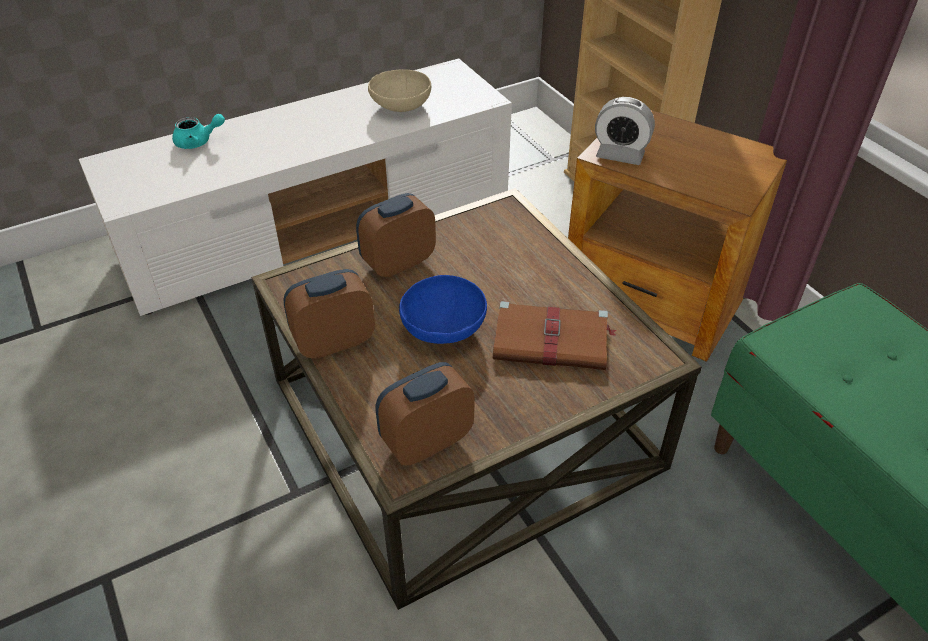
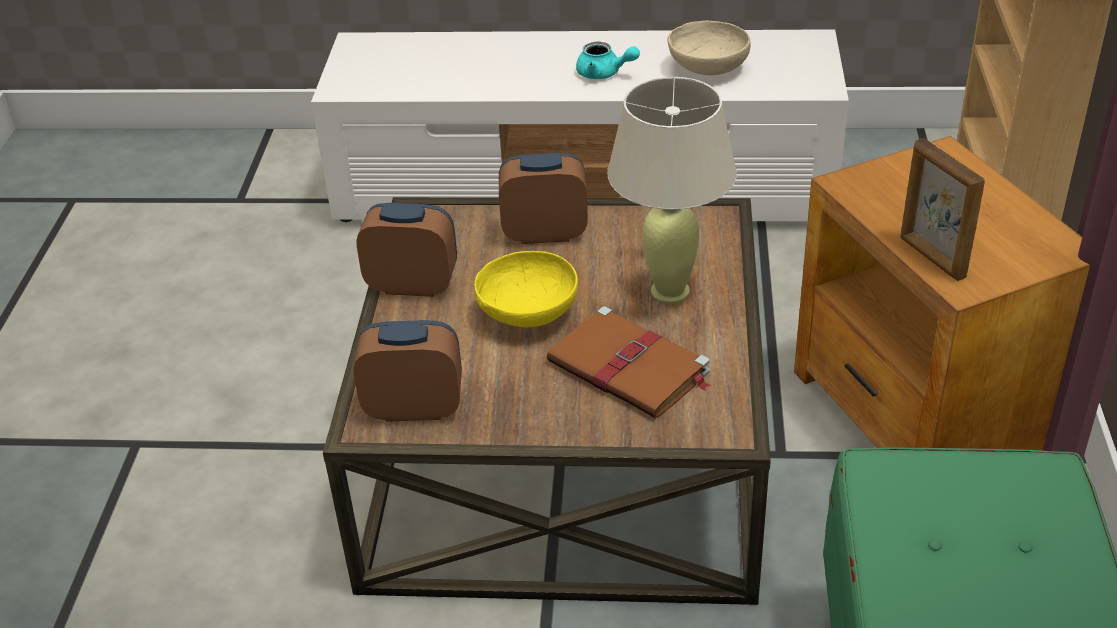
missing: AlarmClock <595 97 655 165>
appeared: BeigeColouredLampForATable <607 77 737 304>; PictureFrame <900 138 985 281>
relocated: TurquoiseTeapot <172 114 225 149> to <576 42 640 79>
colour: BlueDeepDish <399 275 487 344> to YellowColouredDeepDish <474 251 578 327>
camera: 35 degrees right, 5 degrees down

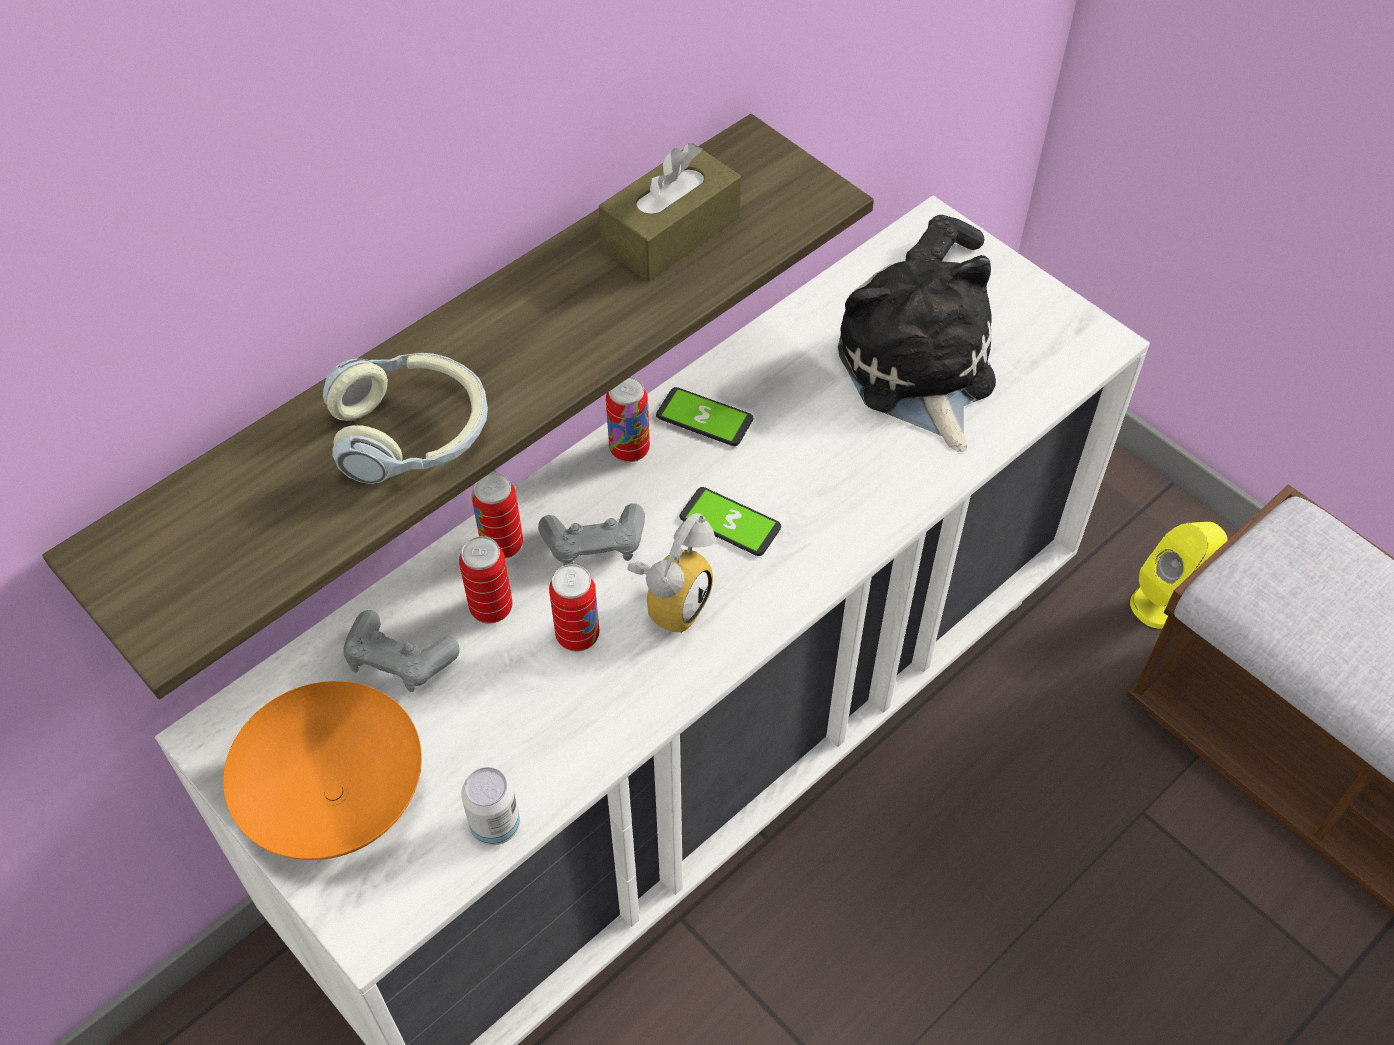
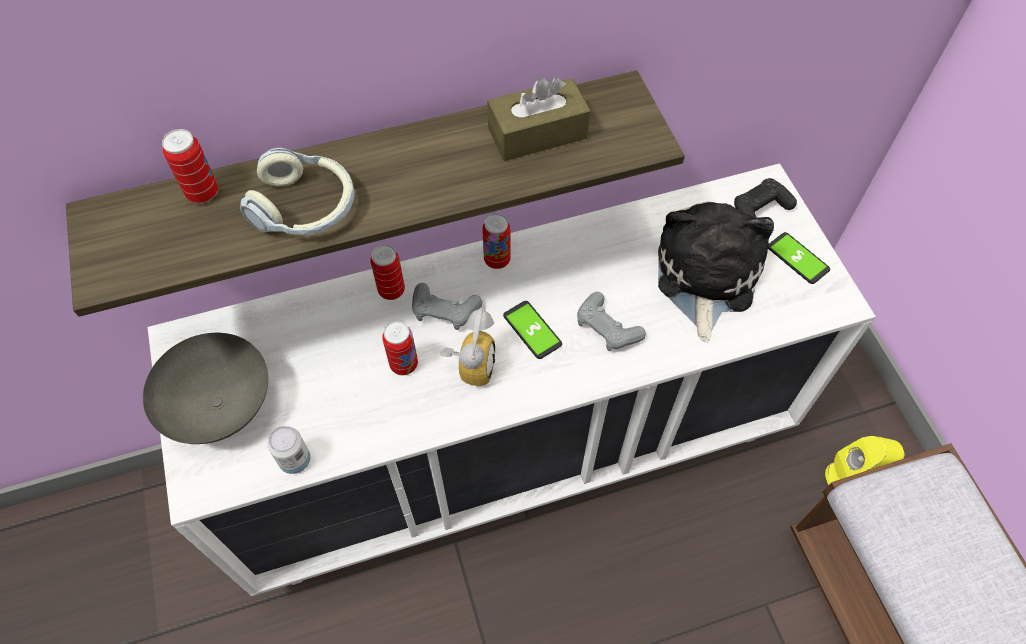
relocated: GreyJoypad <343 610 459 692> to <577 292 646 351>; SealedCan <459 536 513 623> to <162 129 218 203>; Telephone <656 387 753 446> to <768 232 830 284>
colour: OrangeyDeepDish <223 681 422 860> to GreyDeepDish <143 333 268 444>
spun: AlarmClock <627 513 716 633> = <440 308 495 386> 45 degrees counterclockwise
camera: 25 degrees right, 5 degrees up

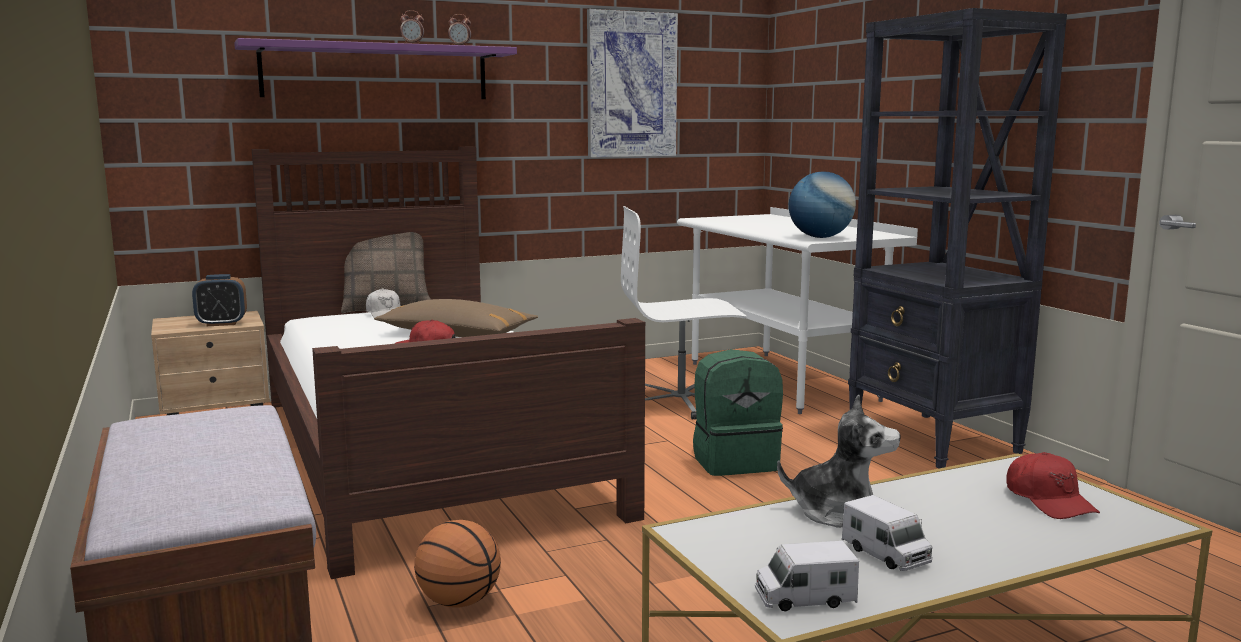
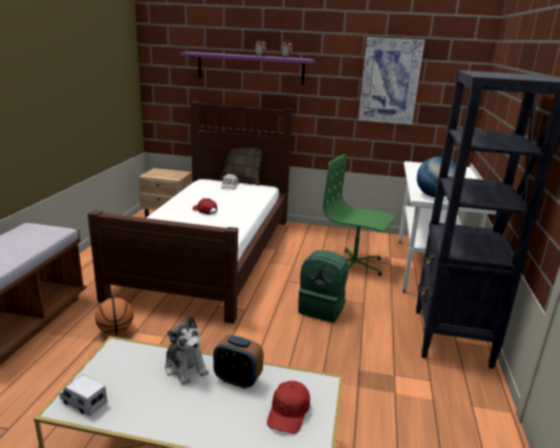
missing: BrownCushion <374 299 538 337>; ModelTruck <842 495 932 571>
relocated: AlarmClock <192 274 247 326> to <213 335 264 389>
colour: WhiteDeskChair <621 206 747 420> to GreenishDeskChair <323 154 395 276>
camera: 35 degrees right, 10 degrees up

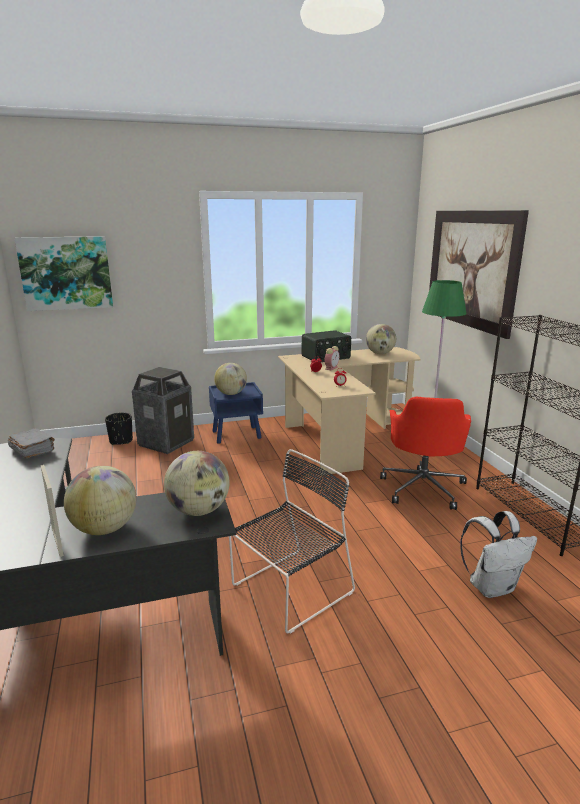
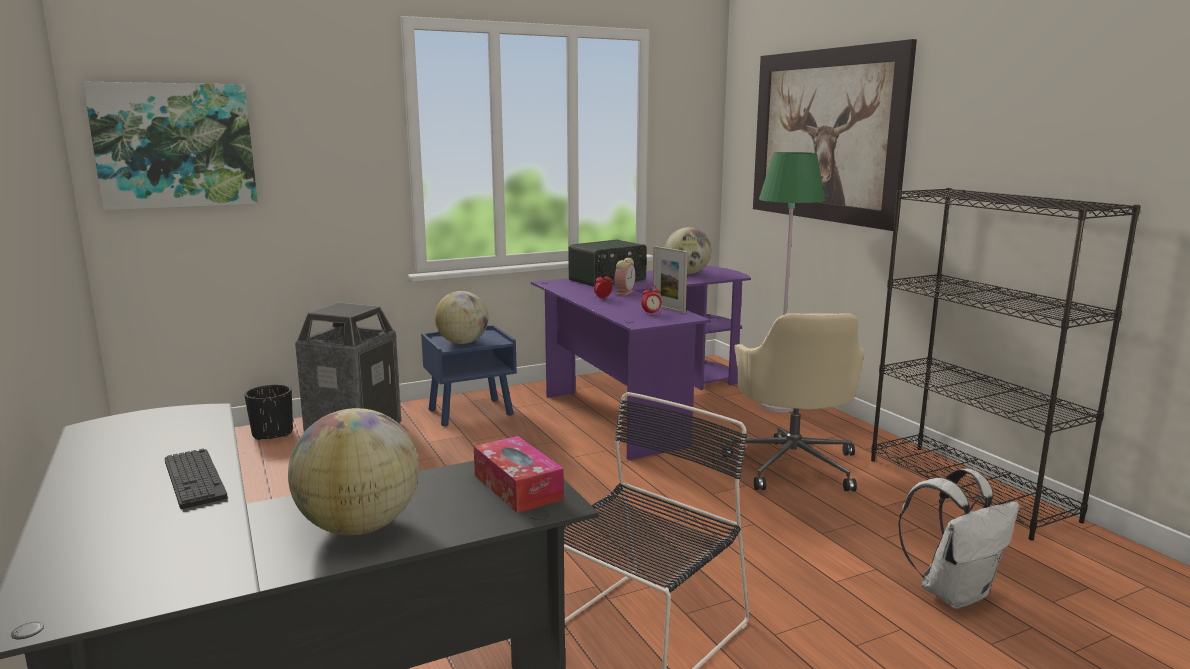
missing: GreyVolume <8 428 55 458>
appeared: PcKeyboard <165 448 228 509>
relocated: PictureFrame <41 465 64 557> to <653 246 688 313>
exchanged: Globe <164 451 229 516> to TissueHolder <474 436 564 513>
colour: BeigeColouredDesk <278 347 420 475> to PurpleColouredDesk <531 265 751 460>; ReddishDeskChair <380 397 471 510> to BeigeColouredDeskChair <722 313 865 491>
camera: 10 degrees left, 5 degrees down

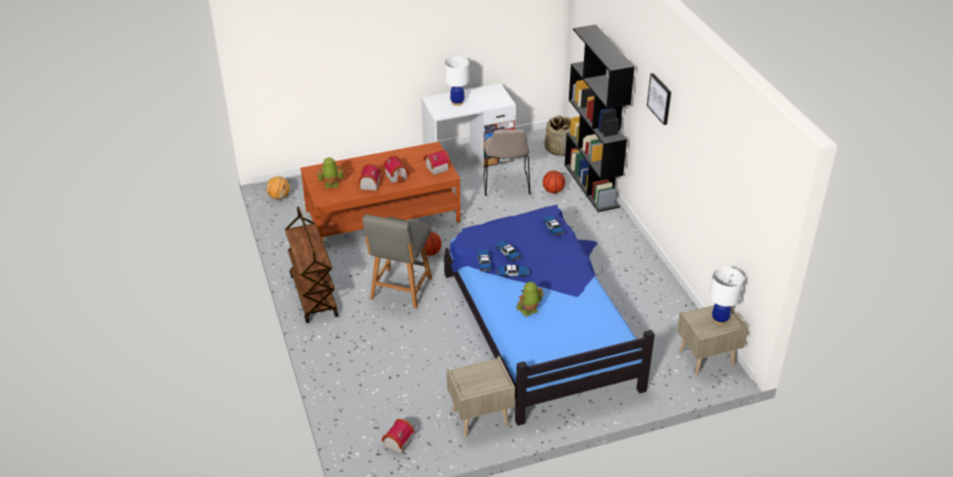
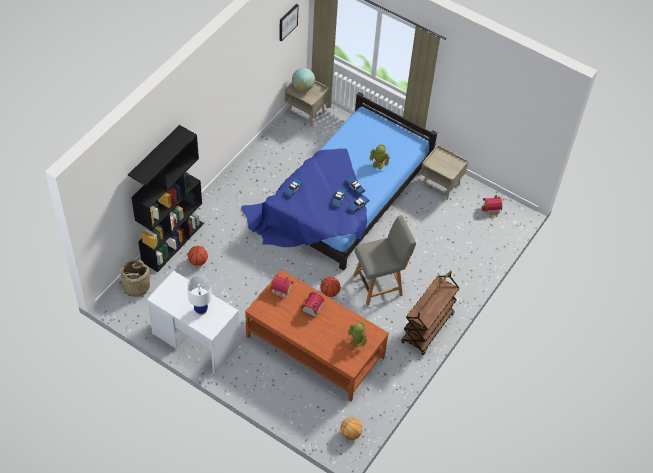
missing: ModelHouse <356 164 381 191>; BeigeColouredUprightChair <483 130 530 196>
relocated: WallPicture <647 73 671 125> to <279 4 298 42>
exchanged: WhiteLampForATable <709 267 744 325> to Globe <292 68 315 91>
camera: 130 degrees left, 15 degrees up

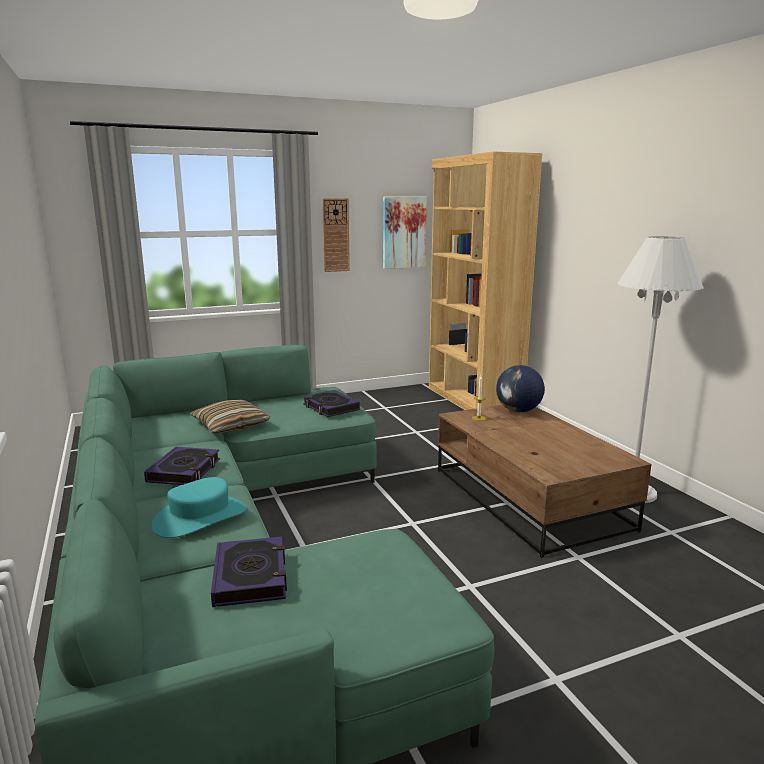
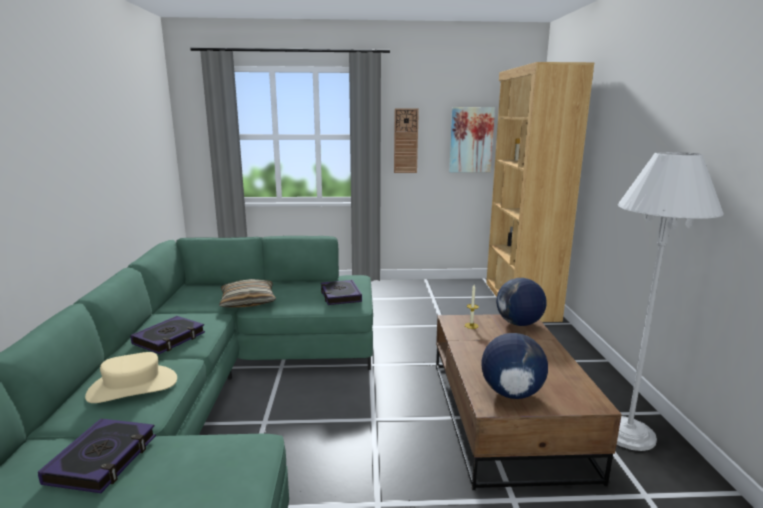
appeared: Globe <481 333 548 399>
colour: TurquoiseWearableHat <152 477 246 538> to BeigeColouredWearableHat <85 352 177 403>
camera: 20 degrees right, 0 degrees up

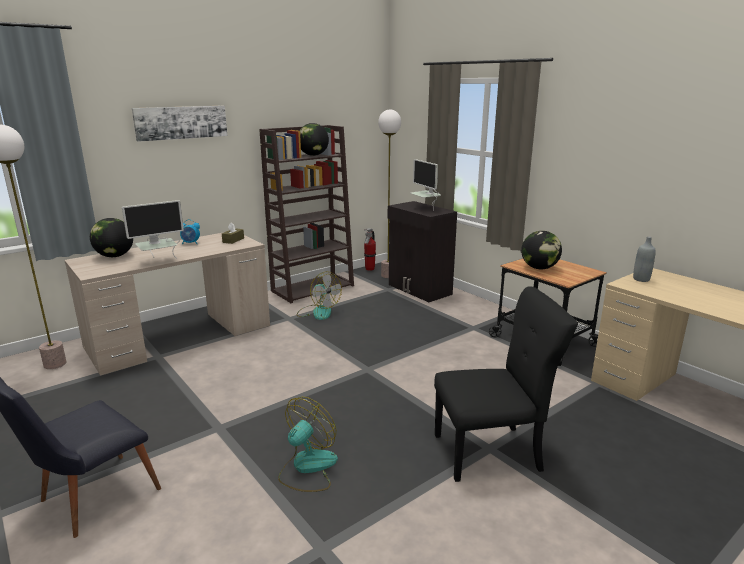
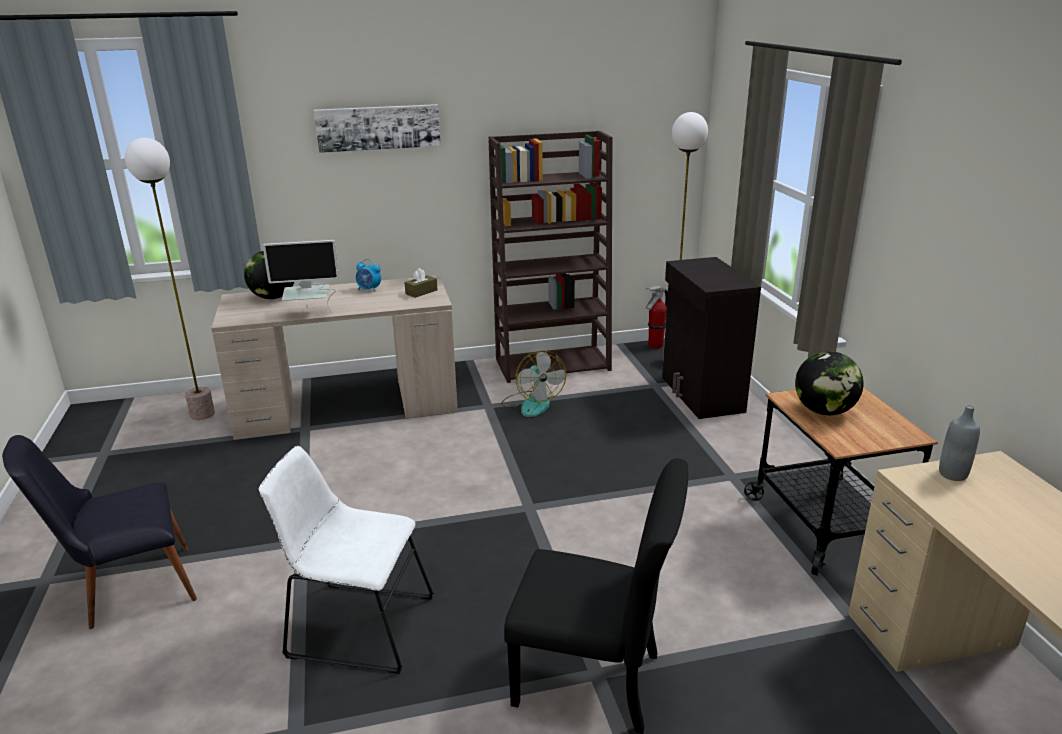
missing: Globe <300 123 329 156>; ComputerDisplay <411 159 441 208>
exchanged: Fan <278 397 338 492> to WhiteUprightChair <259 446 434 674>
camera: 25 degrees right, 5 degrees up

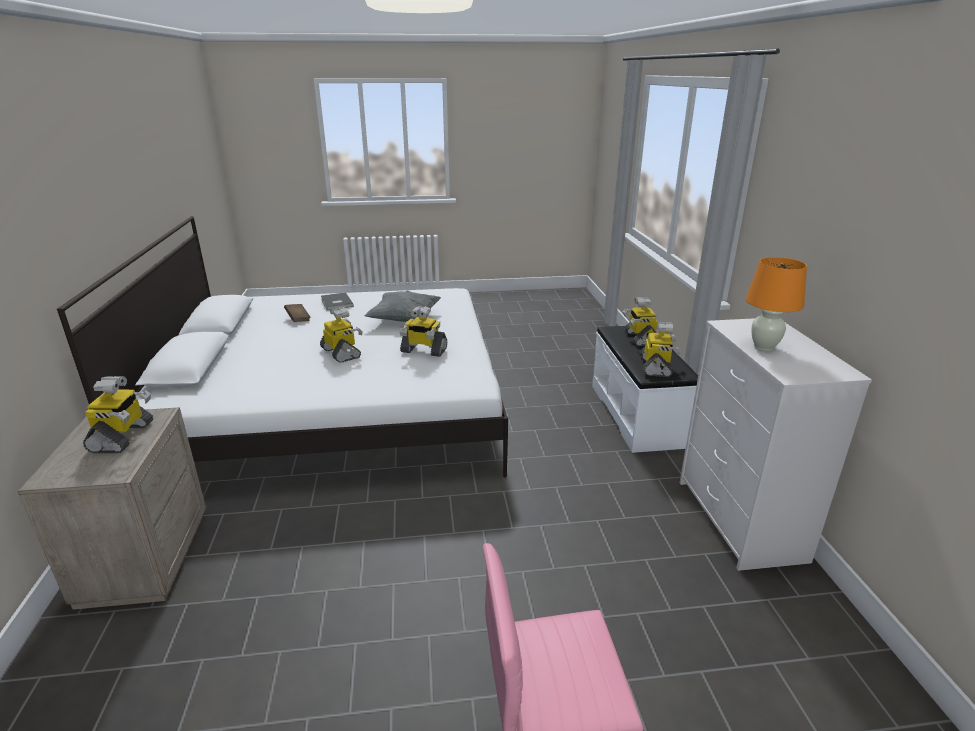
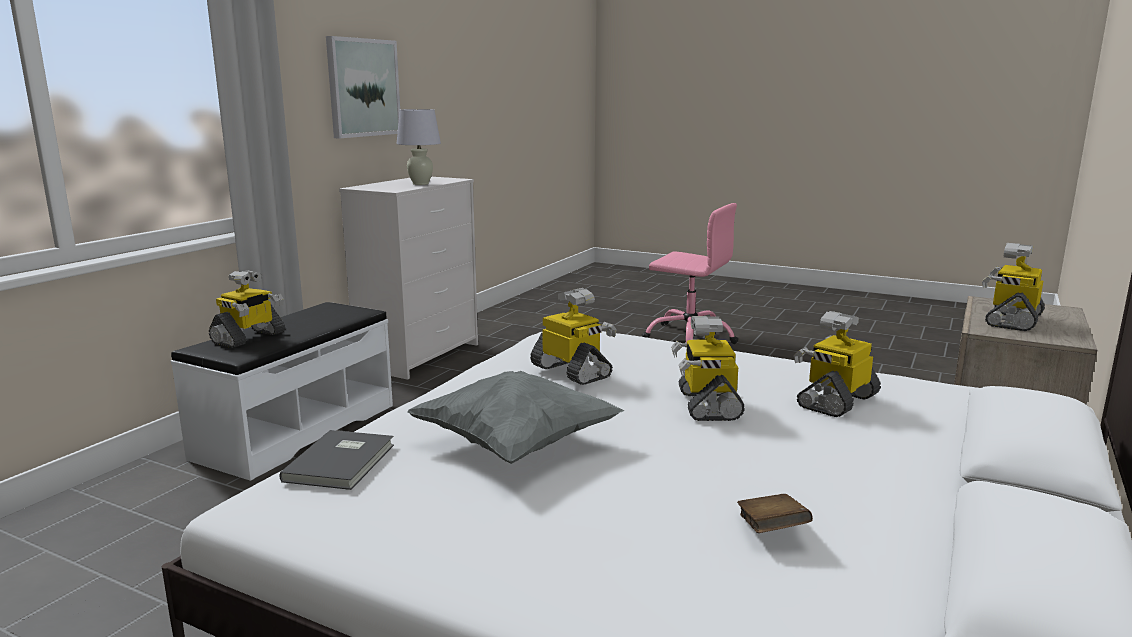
appeared: WallPicture <326 36 400 138>
relocated: GreyVolume <321 292 354 311> to <279 430 394 490>; RobotFigure <641 322 681 377> to <794 311 881 417>
colour: OrangeyLampForATable <746 257 807 351> to WhiteLampForATable <397 109 441 185>
camera: 145 degrees left, 10 degrees down

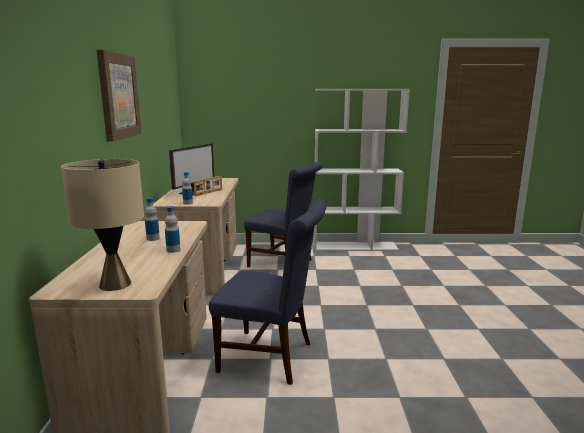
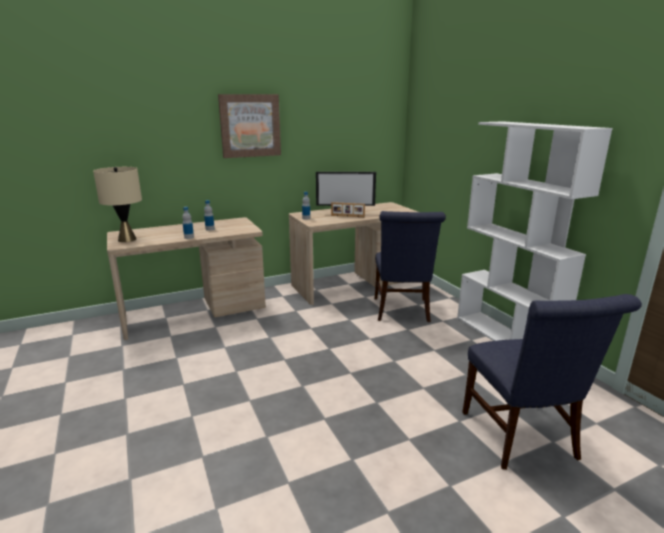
relocated: BlueUprightChair <209 199 327 385> to <462 294 642 470>
camera: 65 degrees right, 5 degrees up

